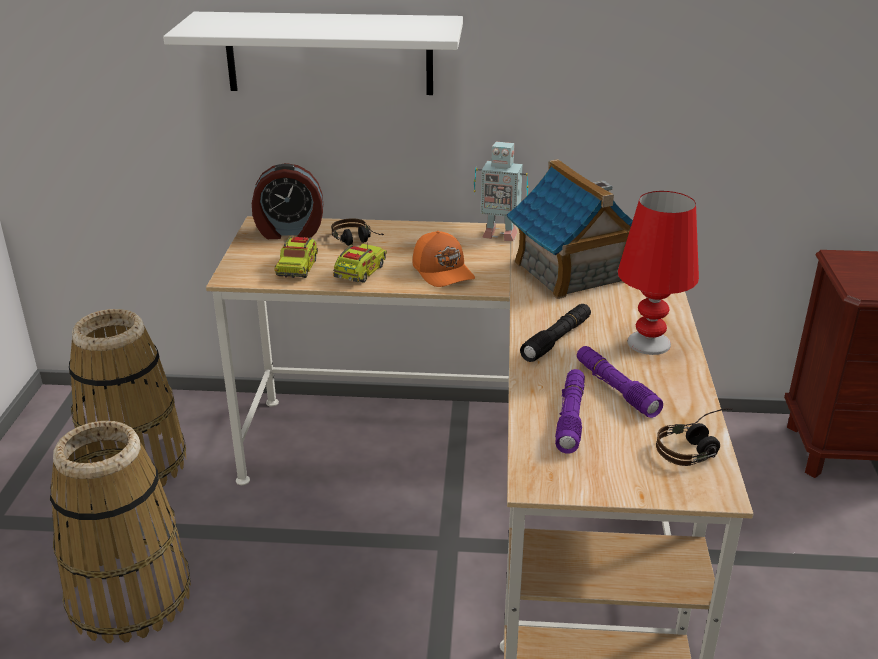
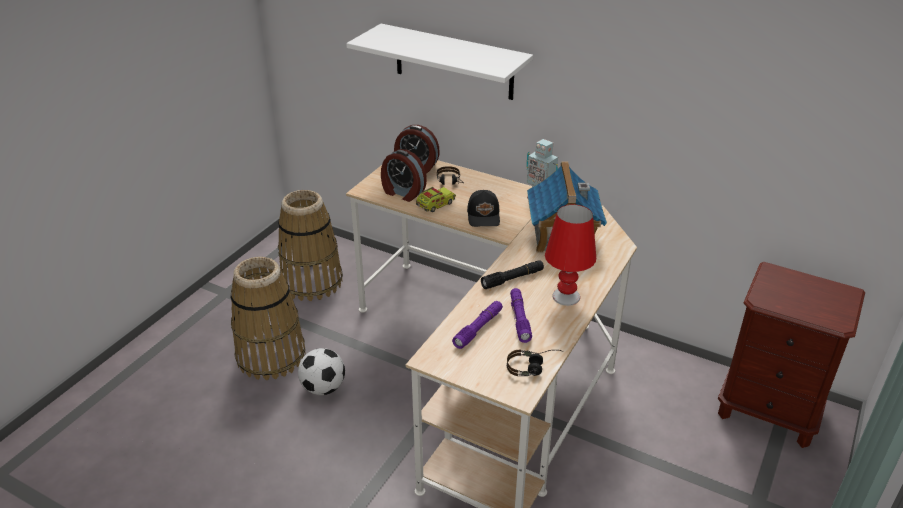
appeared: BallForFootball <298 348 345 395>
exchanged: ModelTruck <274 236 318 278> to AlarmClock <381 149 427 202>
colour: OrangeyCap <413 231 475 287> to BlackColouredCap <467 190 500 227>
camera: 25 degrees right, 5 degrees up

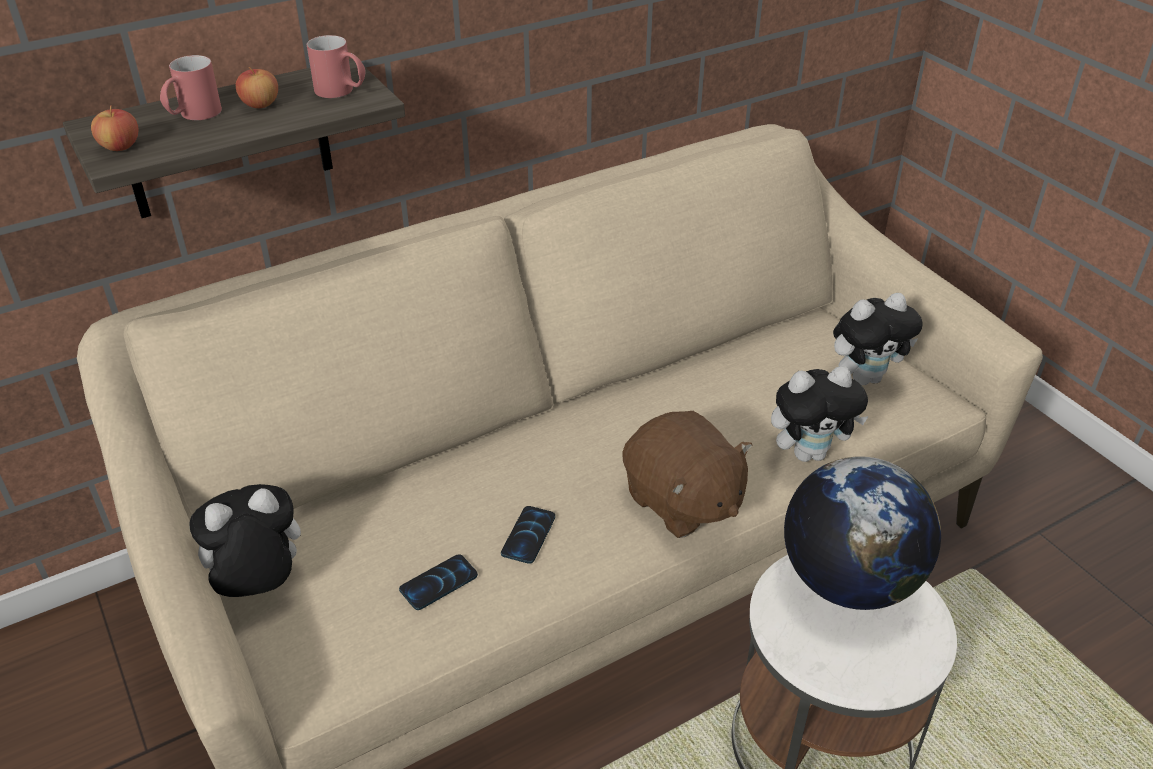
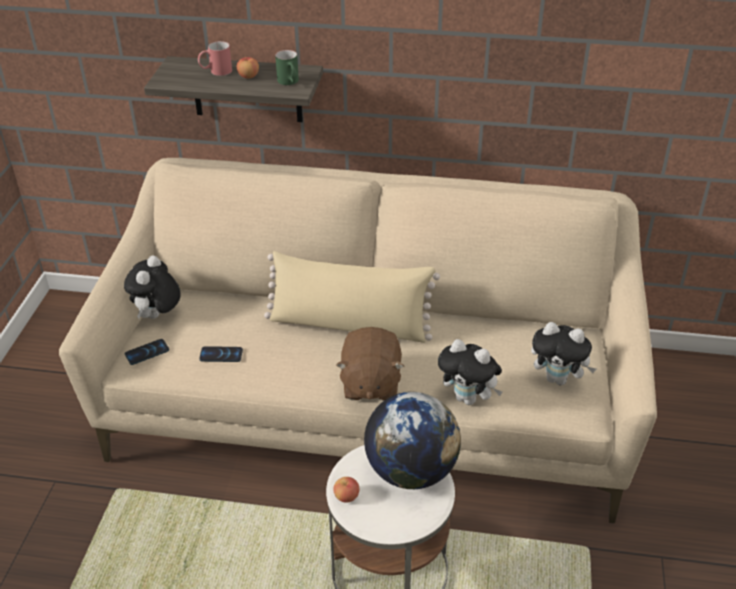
appeared: BeigeColouredCushion <264 251 440 343>
relocated: AppleFruit <91 105 138 151> to <333 477 359 503>; Telephone <501 506 555 564> to <125 339 169 365>
colour: ReddishTeaMug <307 35 366 98> to GreenishTeaMug <275 50 299 85>
spun: SoftToy <189 484 301 597> = <124 255 181 319> 90 degrees counterclockwise
camera: 40 degrees right, 0 degrees up

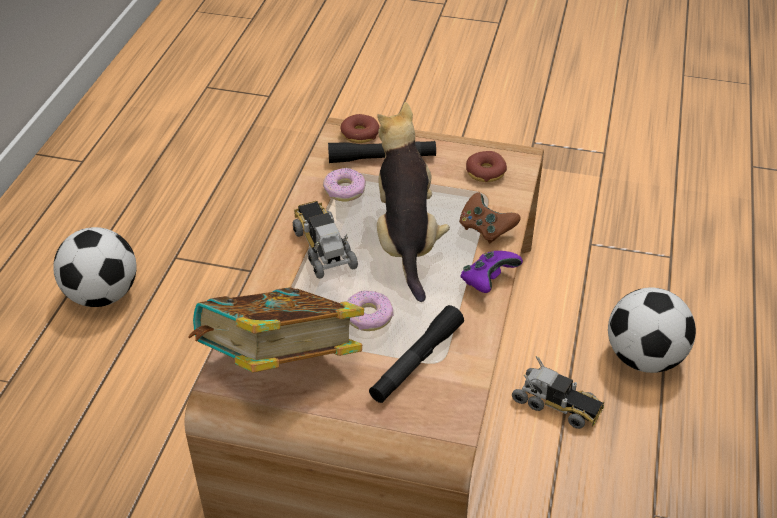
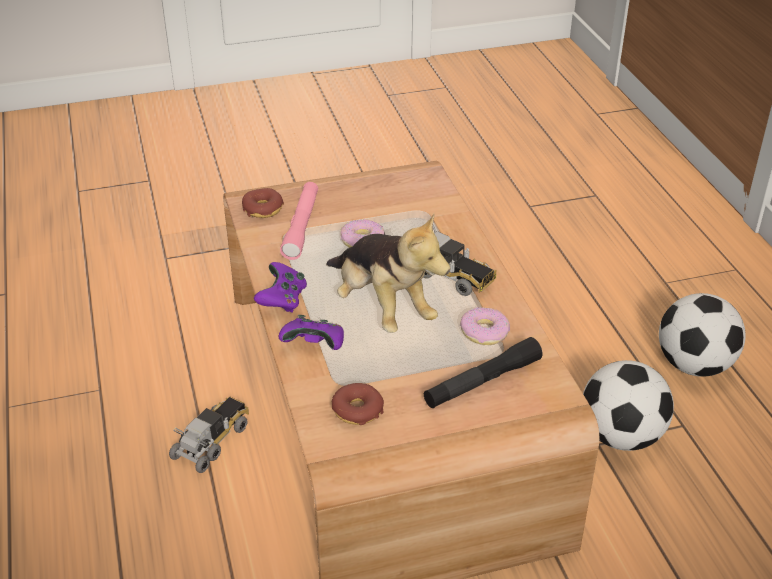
missing: Volume <188 287 364 373>
relocated: RingDoughnut <340 114 379 143> to <242 188 284 218>; BallForFootball <608 288 696 373> to <583 360 674 451>
colour: BlackColouredTorch <369 305 464 403> to PinkColouredTorch <280 182 318 260>; BrownJoypad <459 192 521 244> to PurpleColouredJoypad <279 315 344 350>
spun: ModelTruck <512 356 604 429> = <169 397 249 473> 120 degrees clockwise
camera: 150 degrees right, 5 degrees down

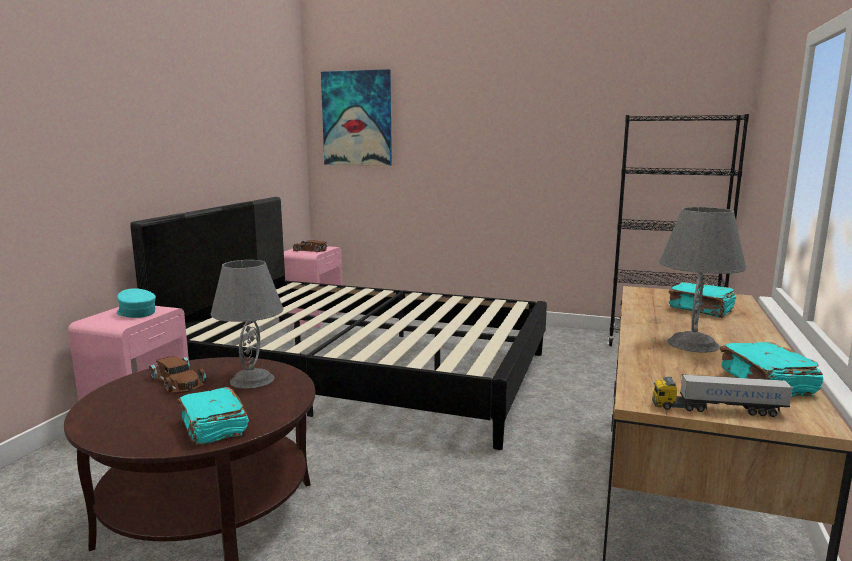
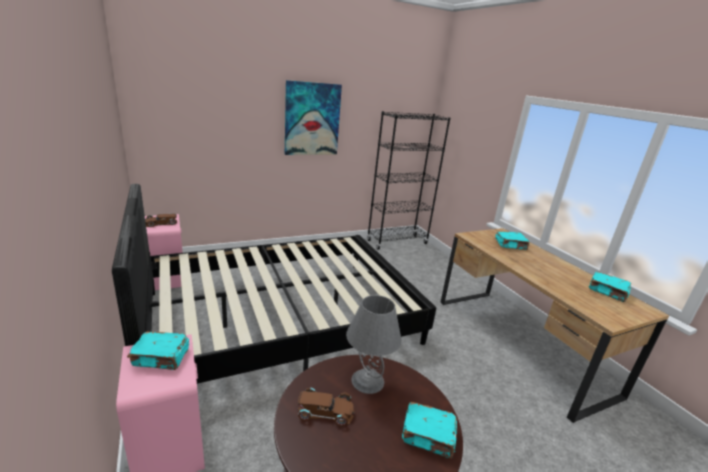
missing: ModelTruck <652 374 793 417>; GreyLampForATable <659 207 746 352>
relocated: WallPicture <321 69 392 166> to <285 80 342 155>
exchanged: TurquoiseCap <117 288 156 318> to TurquoiseVolume <127 332 189 370>
camera: 45 degrees left, 10 degrees up

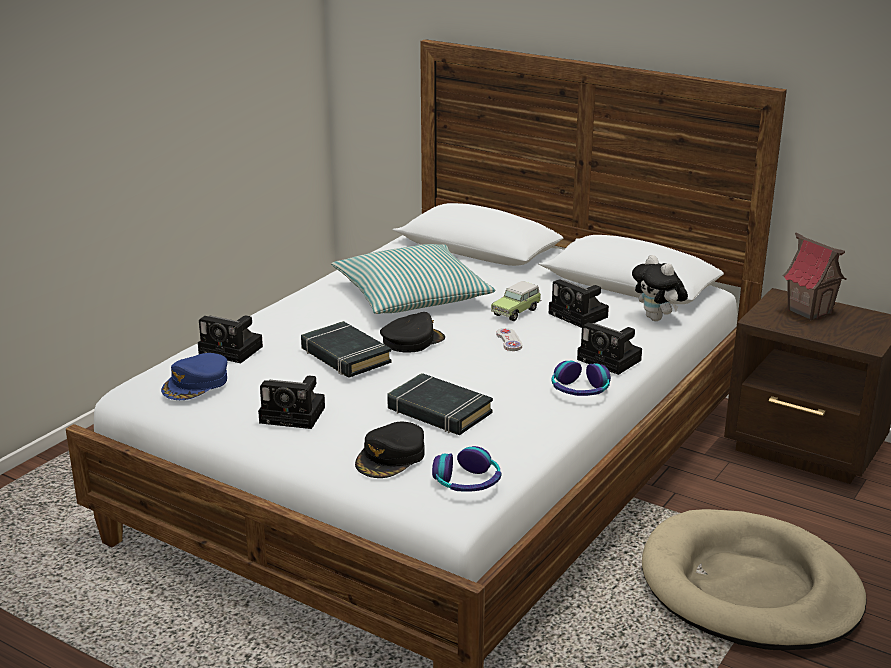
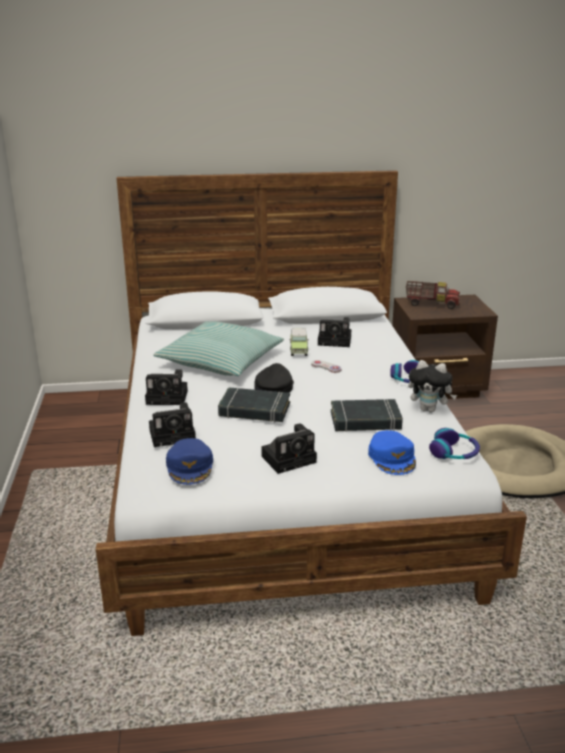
relocated: PhotoCamera <577 322 642 375> to <145 369 188 405>; SoftToy <632 255 688 321> to <408 360 457 413>
exchanged: ModelHouse <783 232 847 320> to ModelTruck <406 281 460 309>
colour: BlackColouredCap <355 422 425 478> to BlueCap <368 430 416 475>
camera: 40 degrees left, 0 degrees up

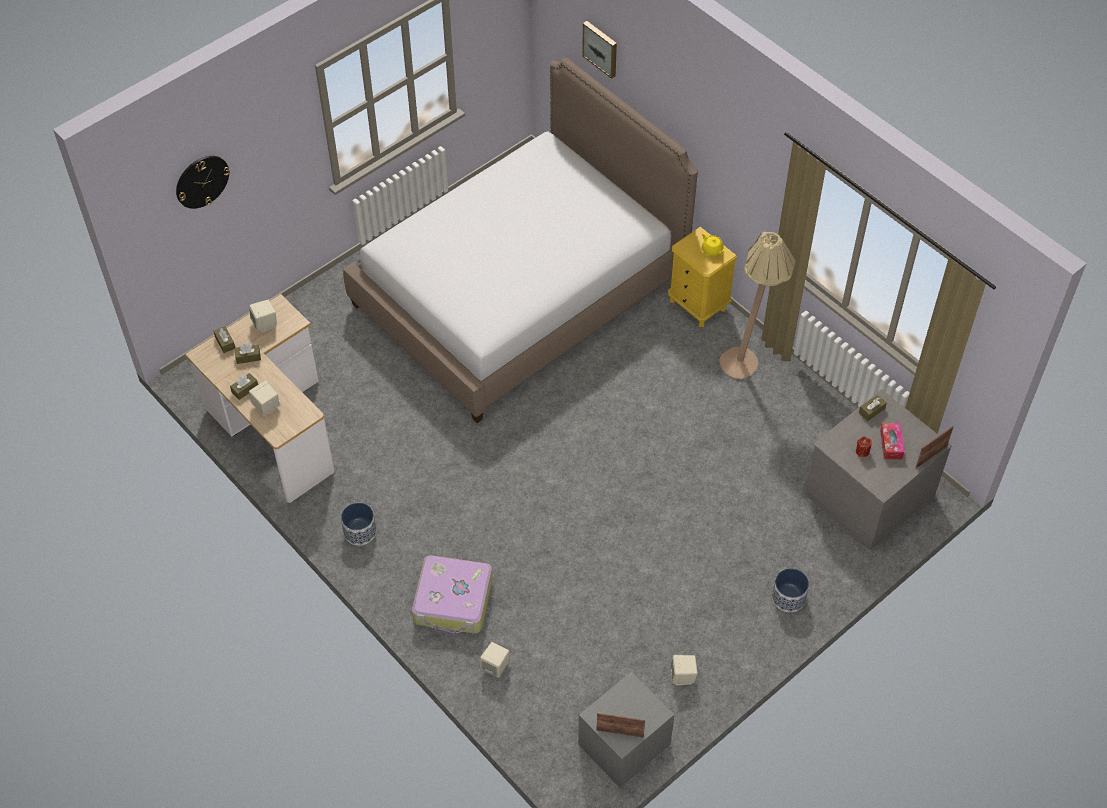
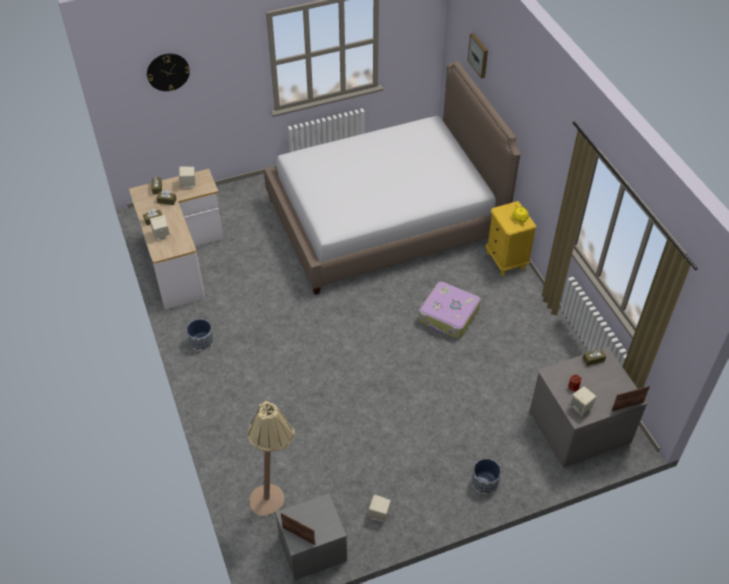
missing: TissueHolder <880 423 904 459>
relocated: PieceOfLuggage <412 555 492 635> to <418 281 481 339>; BeigeColouredLoudspeaker <480 642 509 678> to <569 387 597 416>; BeigeColouredStandingLamp <719 232 796 379> to <247 400 295 516>
camera: 20 degrees right, 5 degrees down

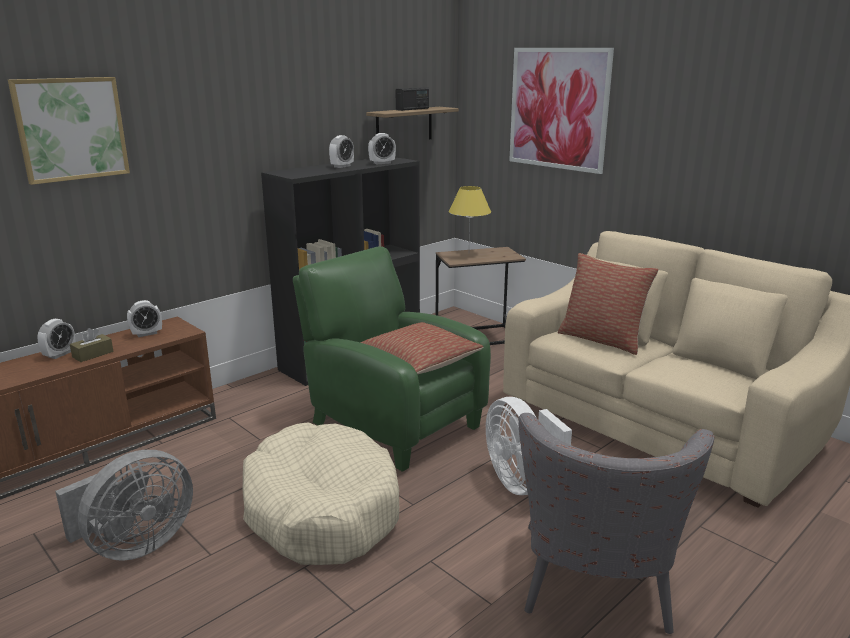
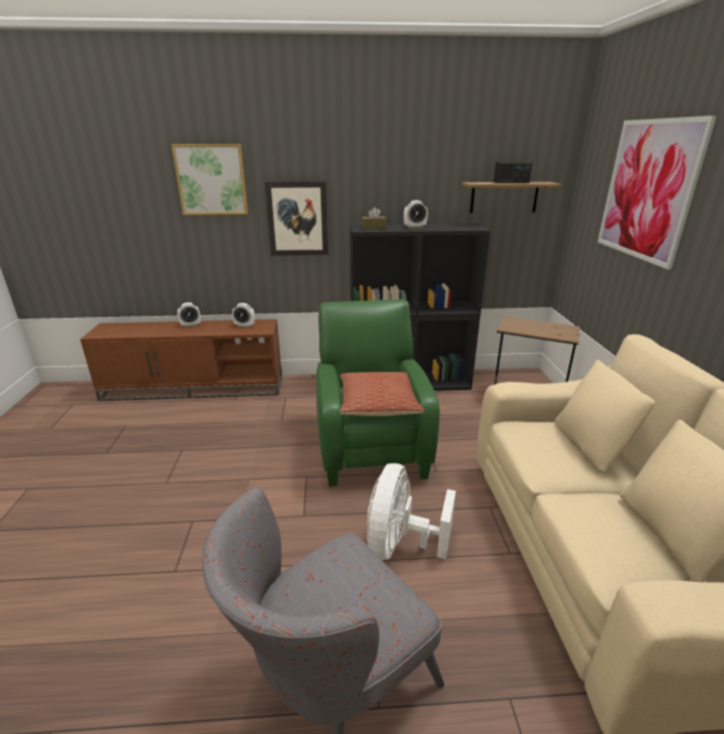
missing: GreyFan <55 450 193 561>; BeigeColouredDogBed <242 422 399 565>; AlarmClock <368 133 396 164>; YellowColouredLampForATable <449 186 491 238>; Cushion <558 253 658 355>
appeared: WallPicture <265 181 328 256>
relocated: BrownTissueHolder <70 328 114 362> to <361 207 387 229>
camera: 40 degrees right, 5 degrees up

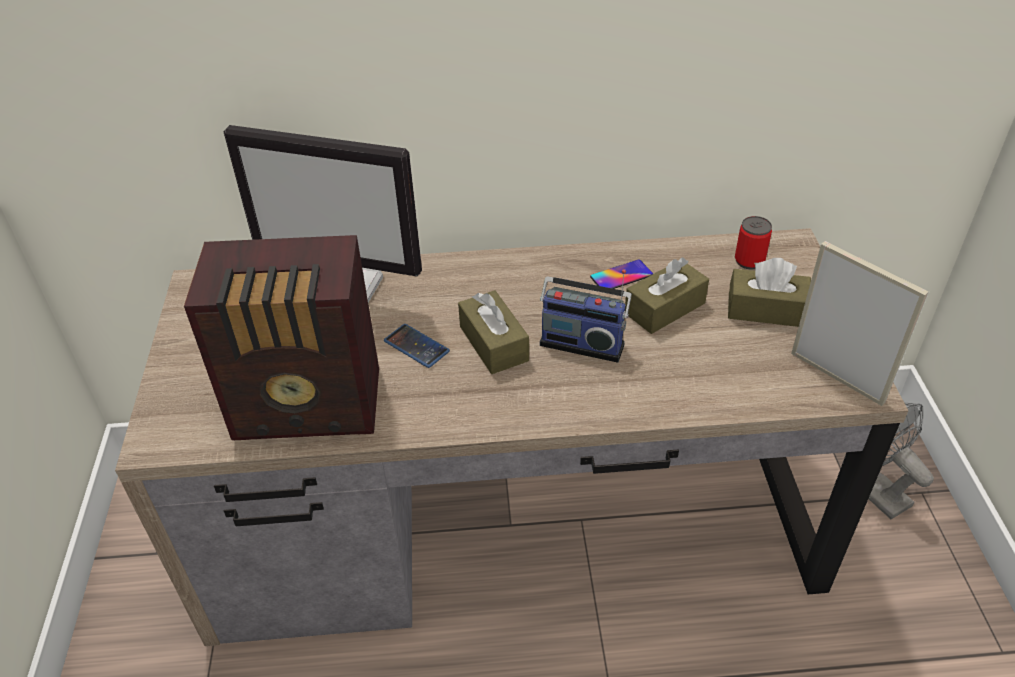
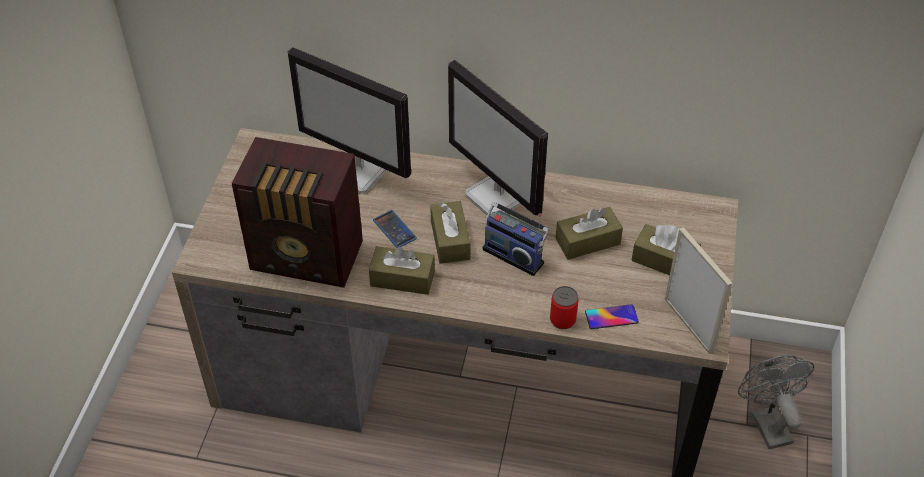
appeared: BrownTissueHolder <369 246 435 295>; ComputerDisplay <448 60 548 216>
relocated: Telephone <590 259 653 289> to <585 304 639 329>; SealedCan <735 216 772 269> to <550 286 578 329>
camera: 15 degrees right, 5 degrees up

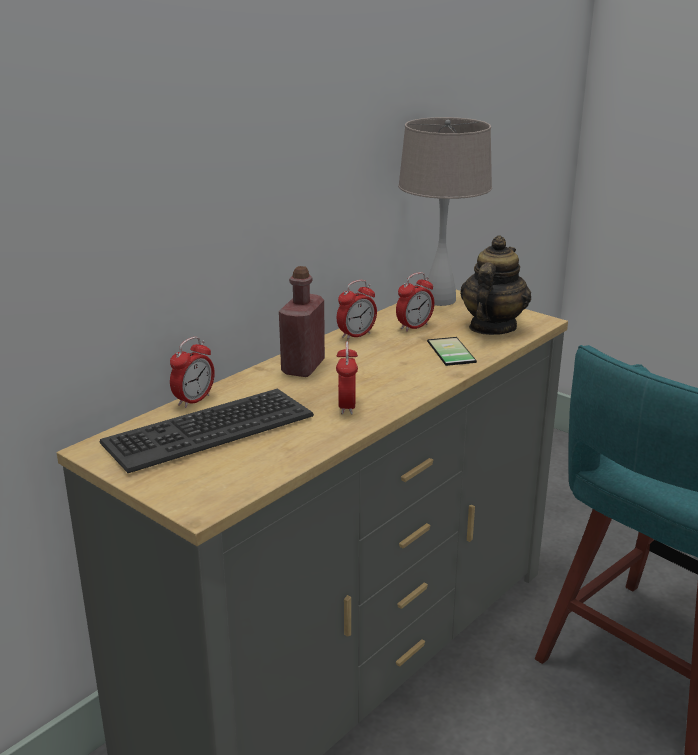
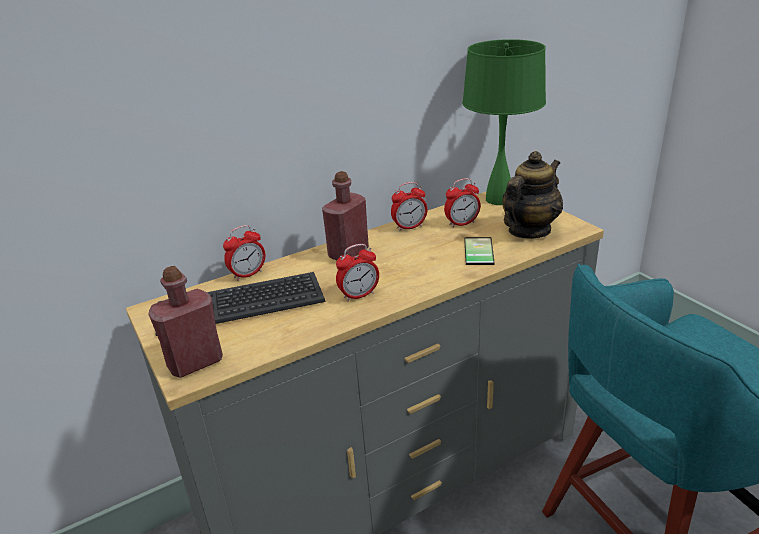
appeared: ReddishDrinkBottle <148 266 223 378>
colour: BeigeColouredLampForATable <398 117 492 306> to GreenishLampForATable <462 39 546 205>
spun: AlarmClock <336 341 358 415> = <336 244 379 302> 45 degrees clockwise
camera: 20 degrees right, 5 degrees up

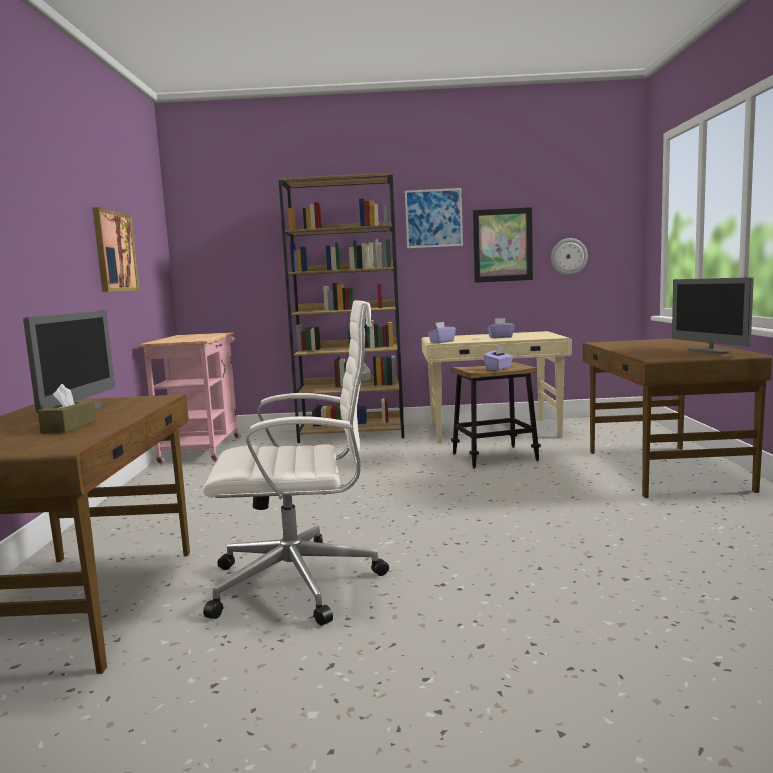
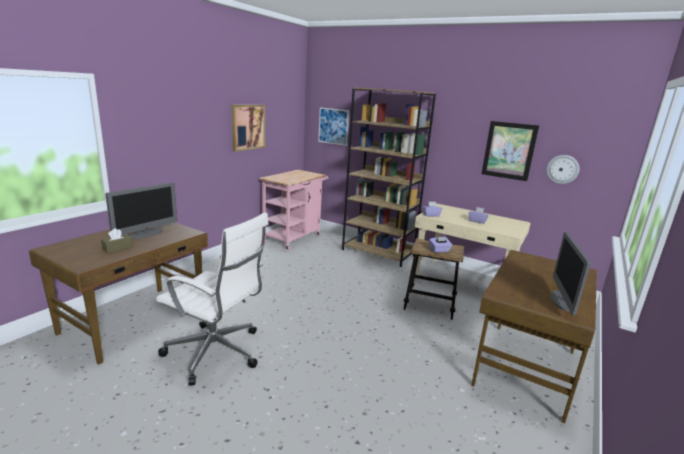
relocated: WallPicture <405 188 463 248> to <318 108 349 146>
camera: 30 degrees right, 10 degrees up

